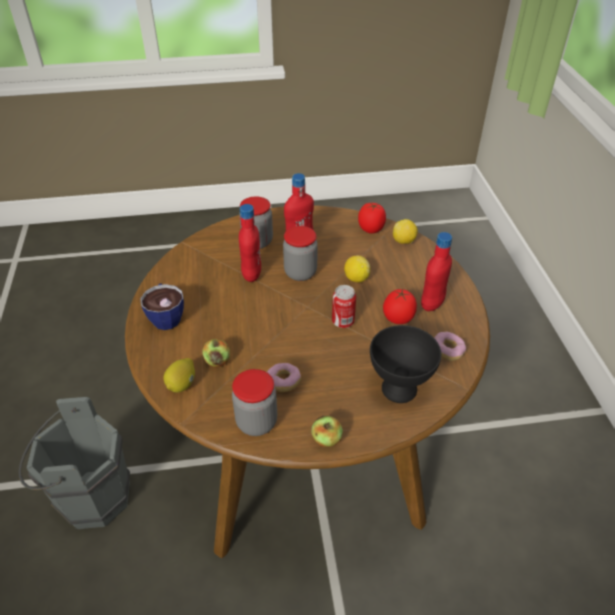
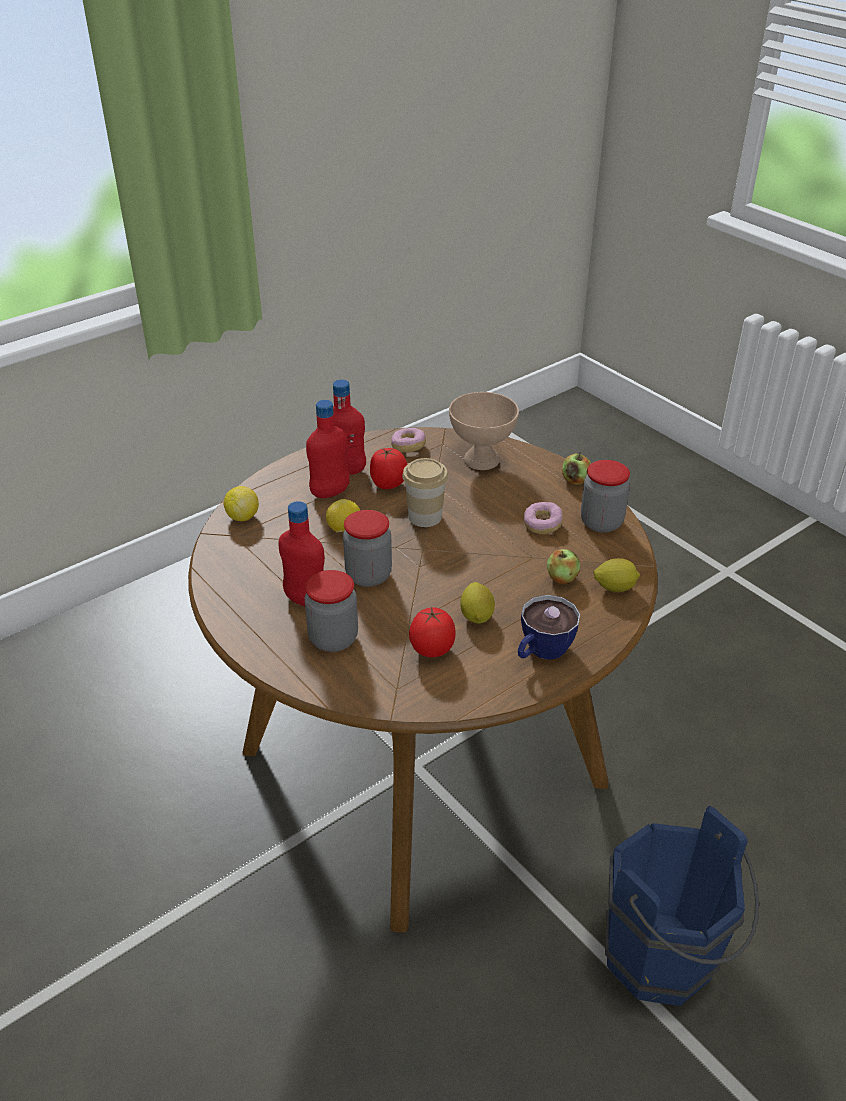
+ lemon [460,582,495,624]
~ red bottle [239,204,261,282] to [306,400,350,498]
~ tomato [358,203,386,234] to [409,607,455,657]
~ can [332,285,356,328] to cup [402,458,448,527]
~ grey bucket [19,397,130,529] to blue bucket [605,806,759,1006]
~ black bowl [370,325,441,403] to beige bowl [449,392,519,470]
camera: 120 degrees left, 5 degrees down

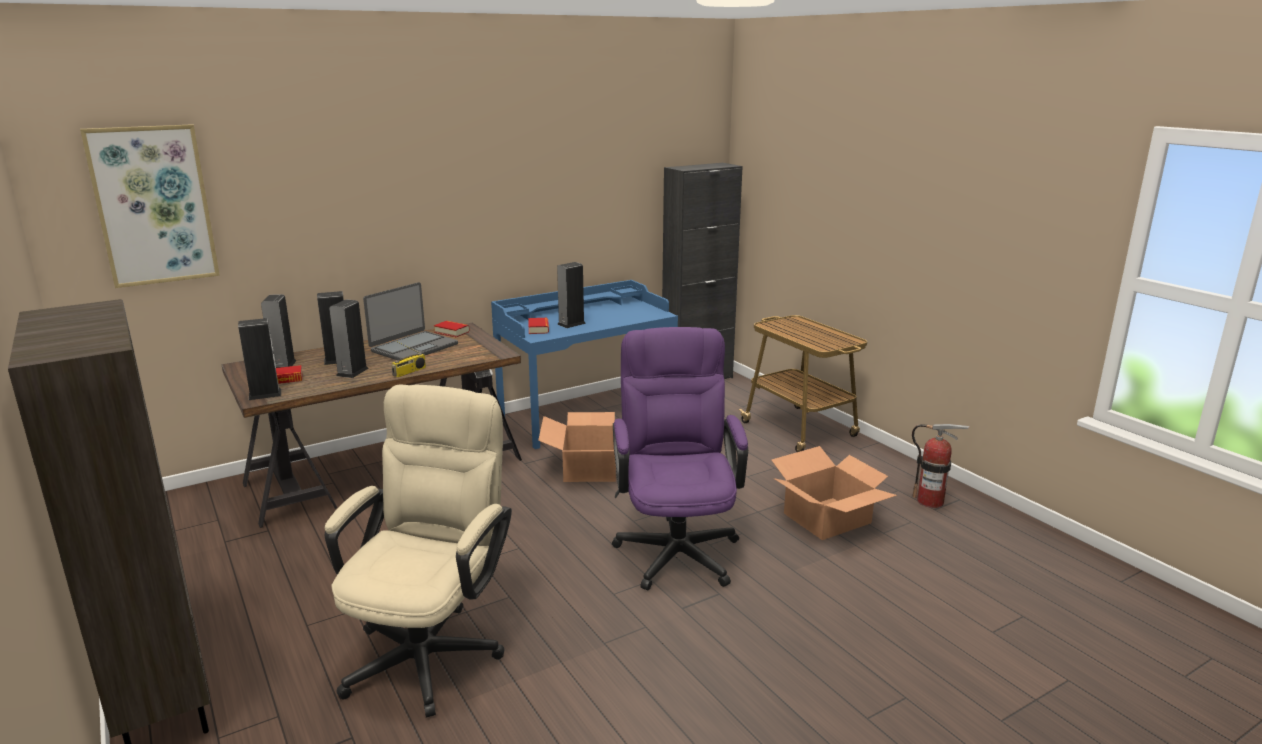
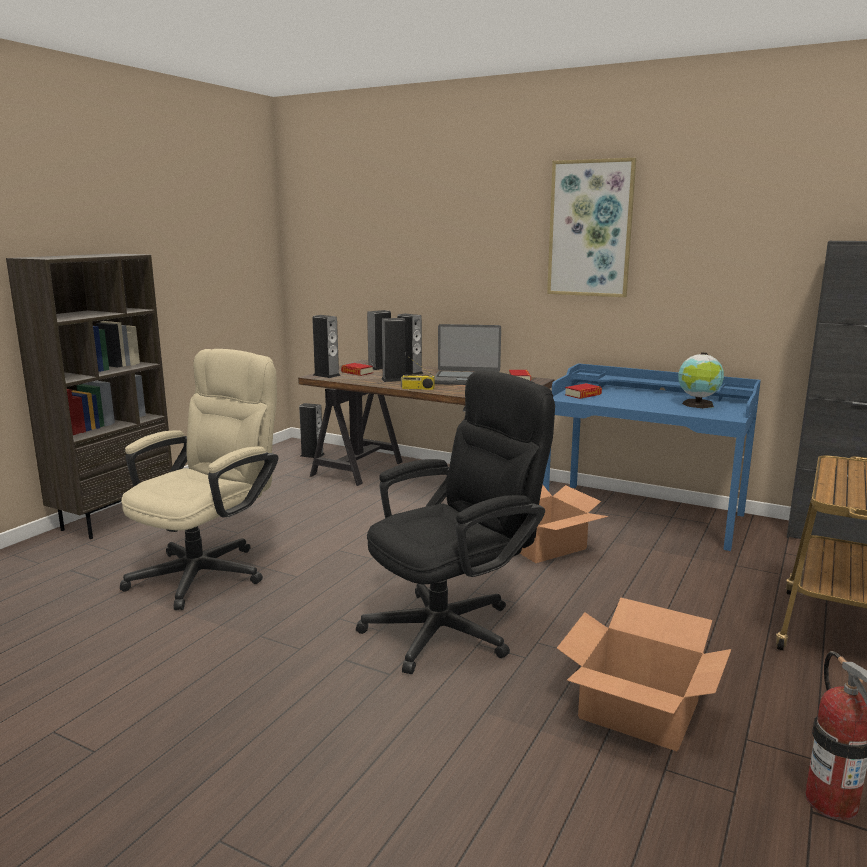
+ globe [678,352,724,408]
~ picture [80,124,220,288] to [547,158,636,297]
~ speaker [557,262,586,328] to [299,403,325,458]
~ purple office chair [612,327,748,590] to black office chair [356,370,555,674]
~ beige office chair [324,385,512,718] = [120,349,278,610] 45 degrees counterclockwise
camera: 60 degrees right, 5 degrees down

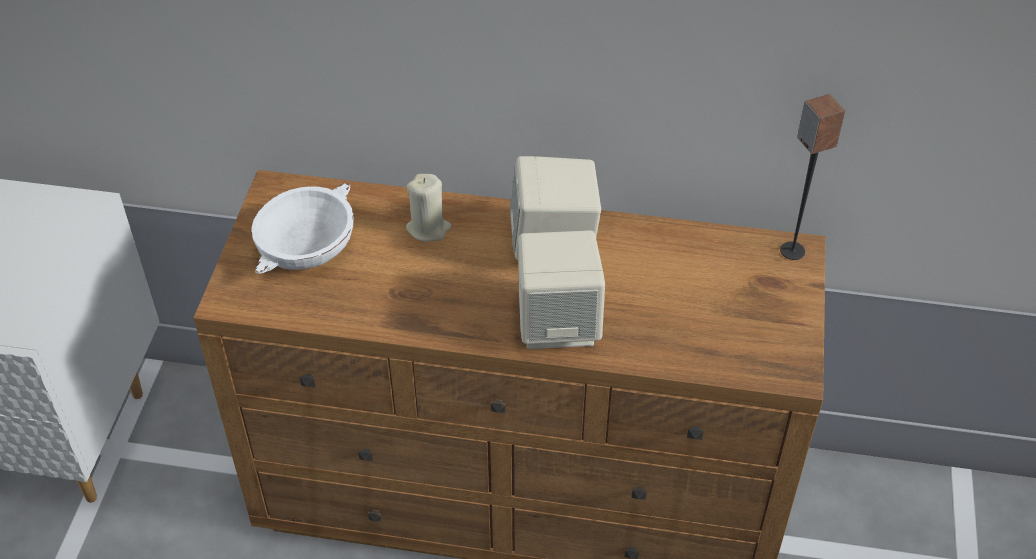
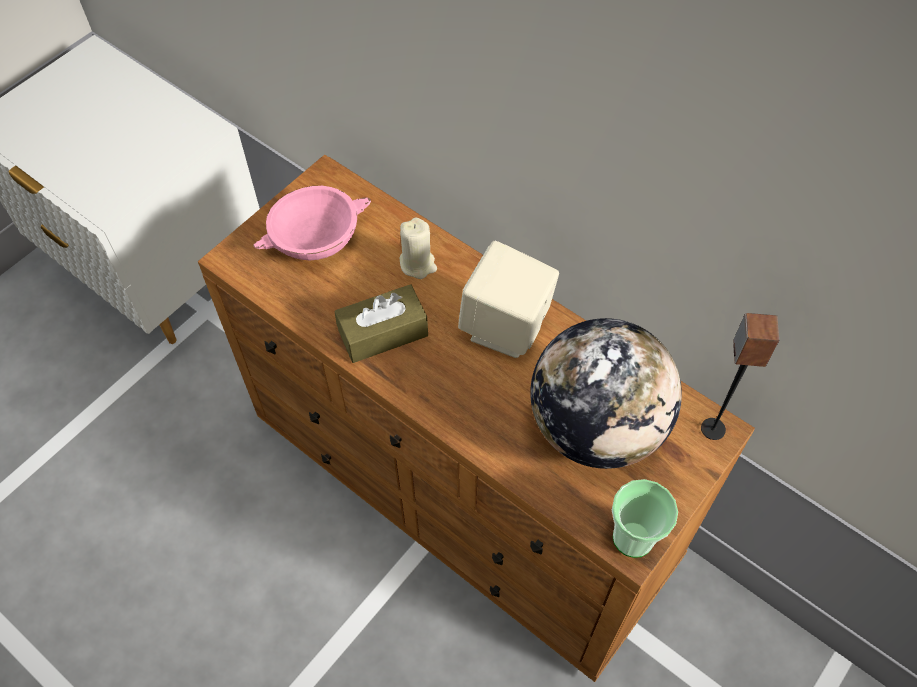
- beige speaker [518,230,605,349]
+ brown tissue box [334,284,428,363]
+ globe [530,318,682,469]
+ cup [612,479,678,558]
~ white bowl [251,183,353,274] to pink bowl [253,186,371,260]
camera: 30 degrees right, 10 degrees up

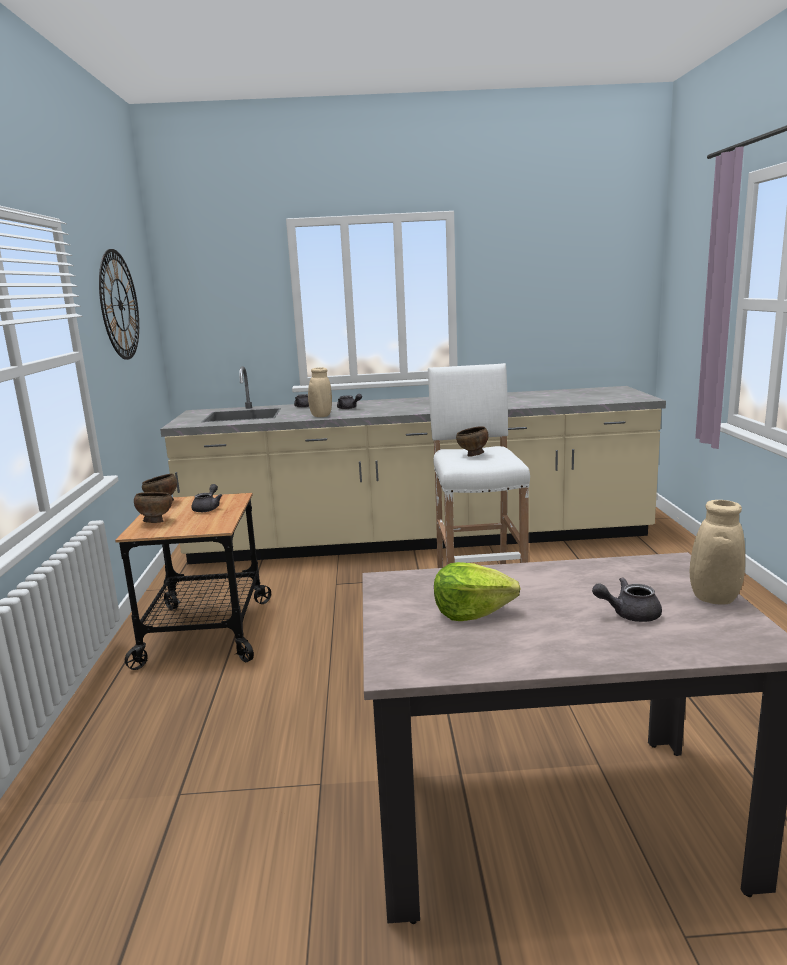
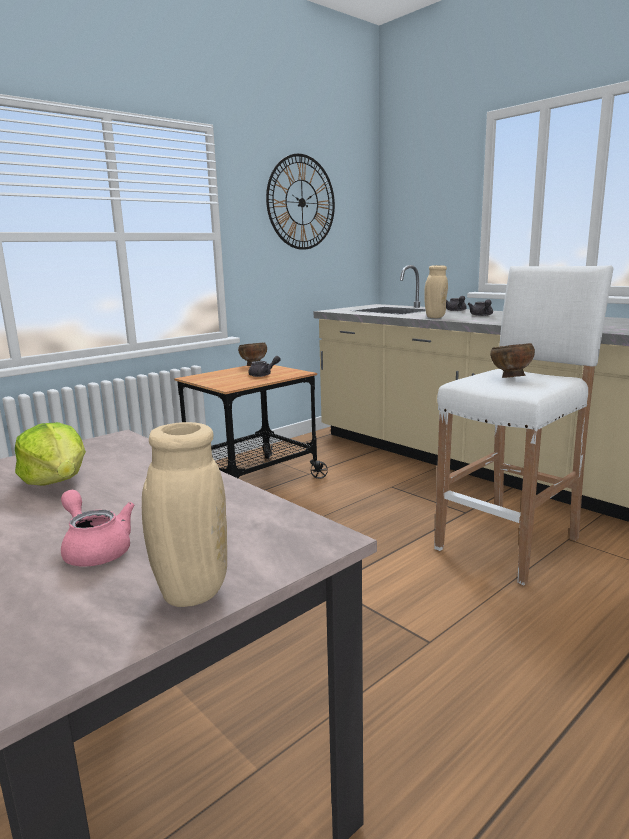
- brown bowl [134,492,172,523]
~ grey teapot [592,577,662,622] to pink teapot [61,490,135,567]
camera: 50 degrees right, 0 degrees up

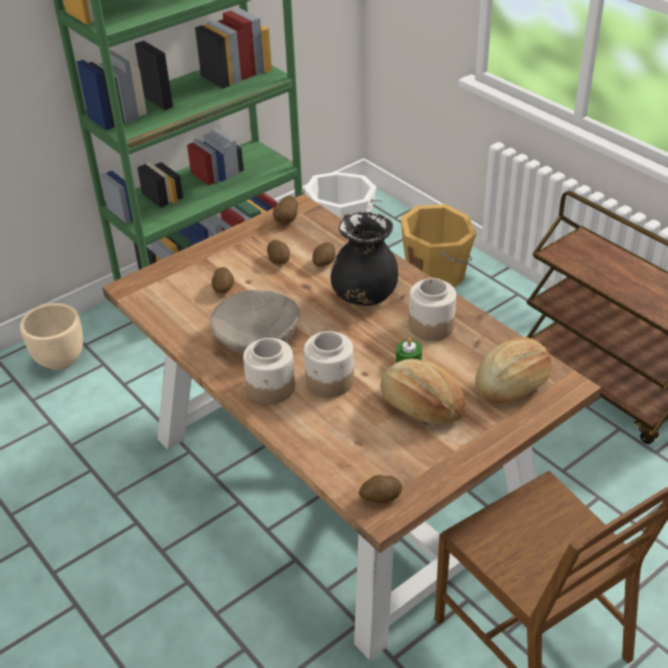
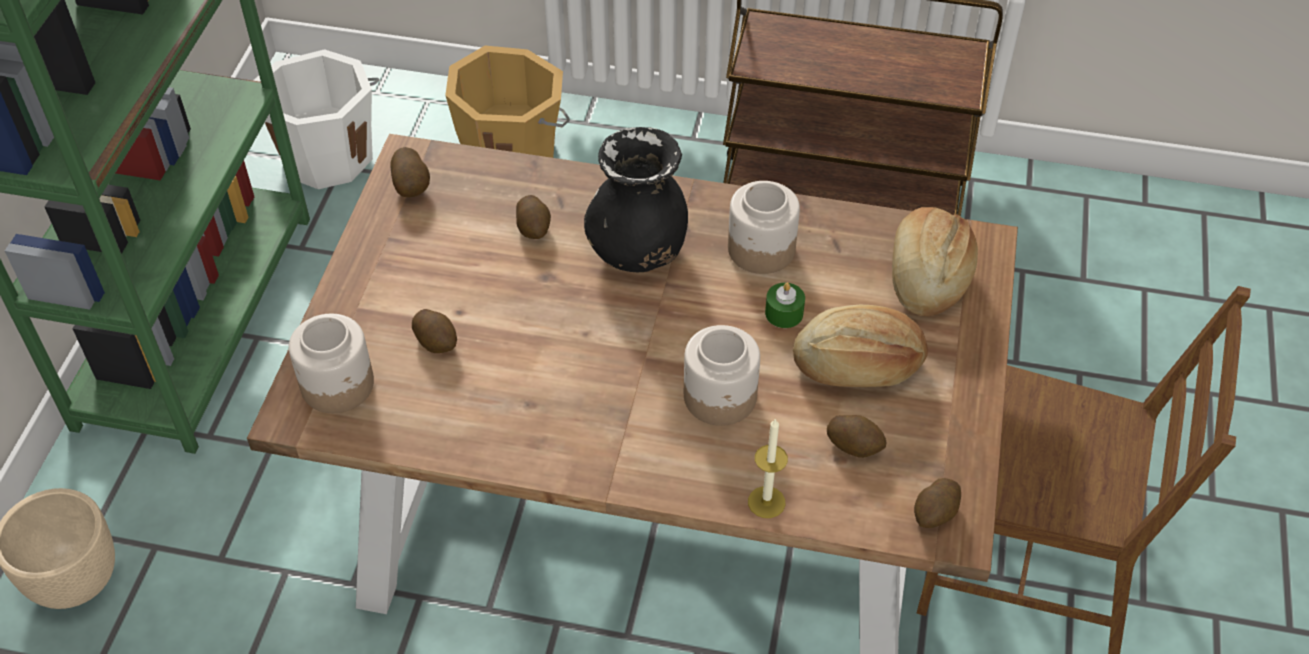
- beige bowl [210,290,300,354]
+ candle [748,418,788,518]
~ jar [243,338,295,404] to [289,314,374,413]
~ potato [267,240,290,265] to [827,415,886,458]
camera: 40 degrees left, 10 degrees up

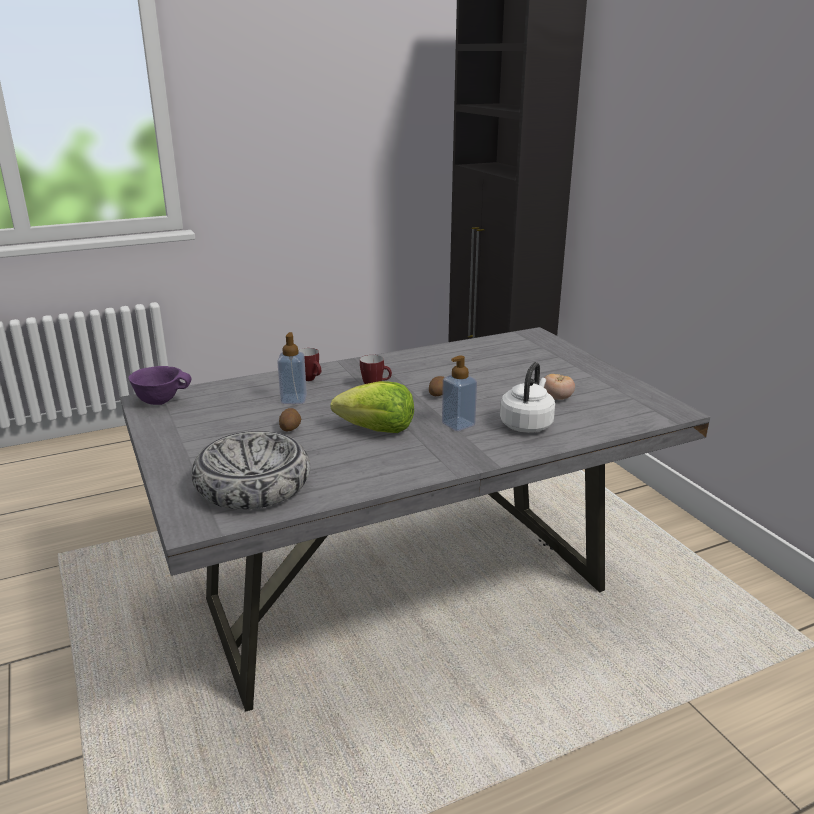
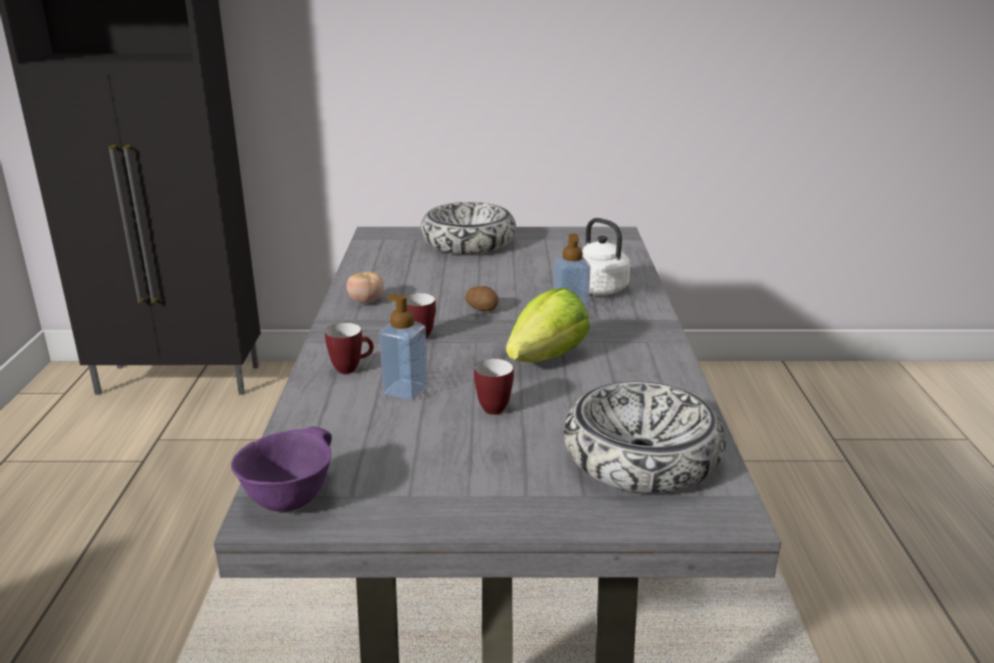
+ bowl [421,202,516,254]
~ tomato [544,374,575,400] to [347,272,384,303]
~ potato [279,408,301,431] to mug [474,359,514,415]
camera: 65 degrees left, 0 degrees up

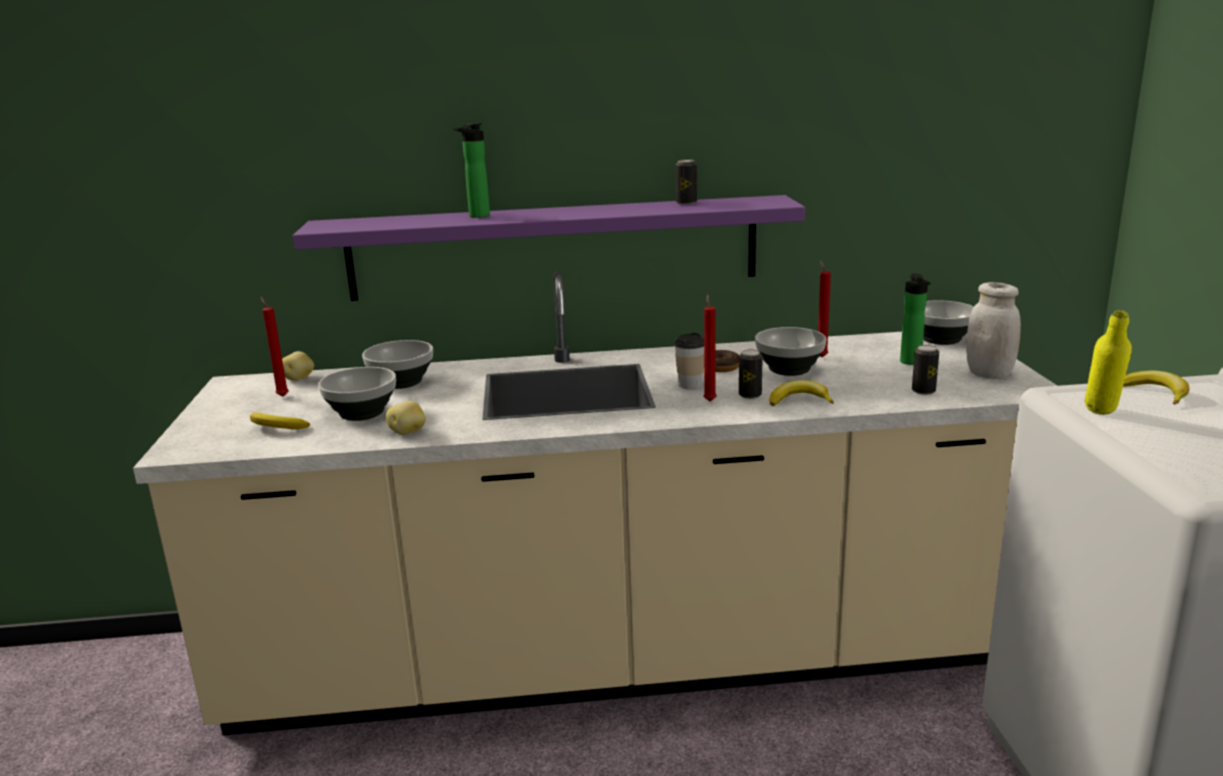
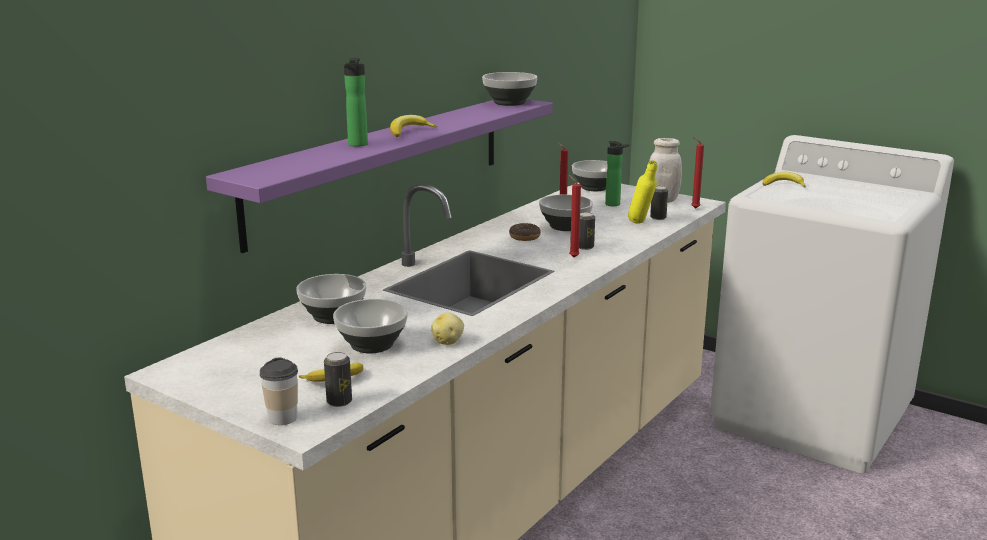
- potato [282,351,314,381]
+ bowl [482,72,537,106]
~ red candle [261,297,289,397] to [691,138,704,209]
~ cup [674,333,704,389] to [260,357,298,425]
~ can [676,159,697,205] to [324,352,352,407]
~ banana [769,380,834,406] to [390,115,437,137]
~ yellow bottle [1085,310,1132,415] to [628,161,658,224]
camera: 50 degrees left, 0 degrees up

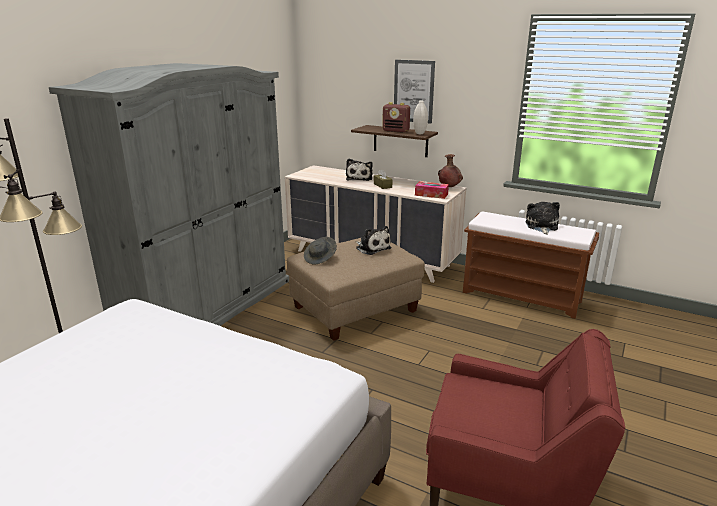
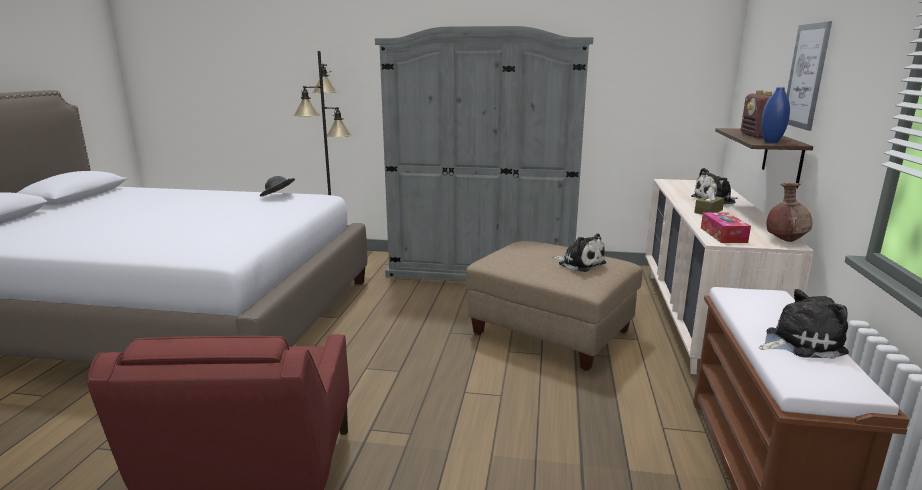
~ grey hat [304,237,337,265] to [260,176,295,197]
~ white vase [413,101,428,134] to blue vase [761,87,790,143]
~ plush toy [356,226,391,255] = [553,233,606,272] 75 degrees counterclockwise
camera: 70 degrees right, 5 degrees down

